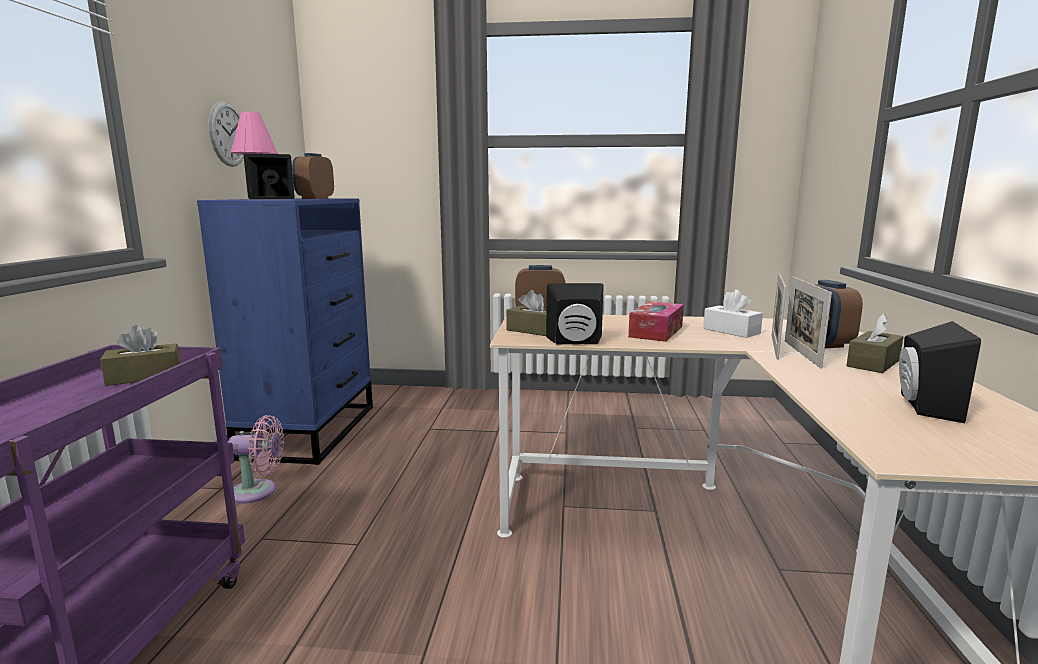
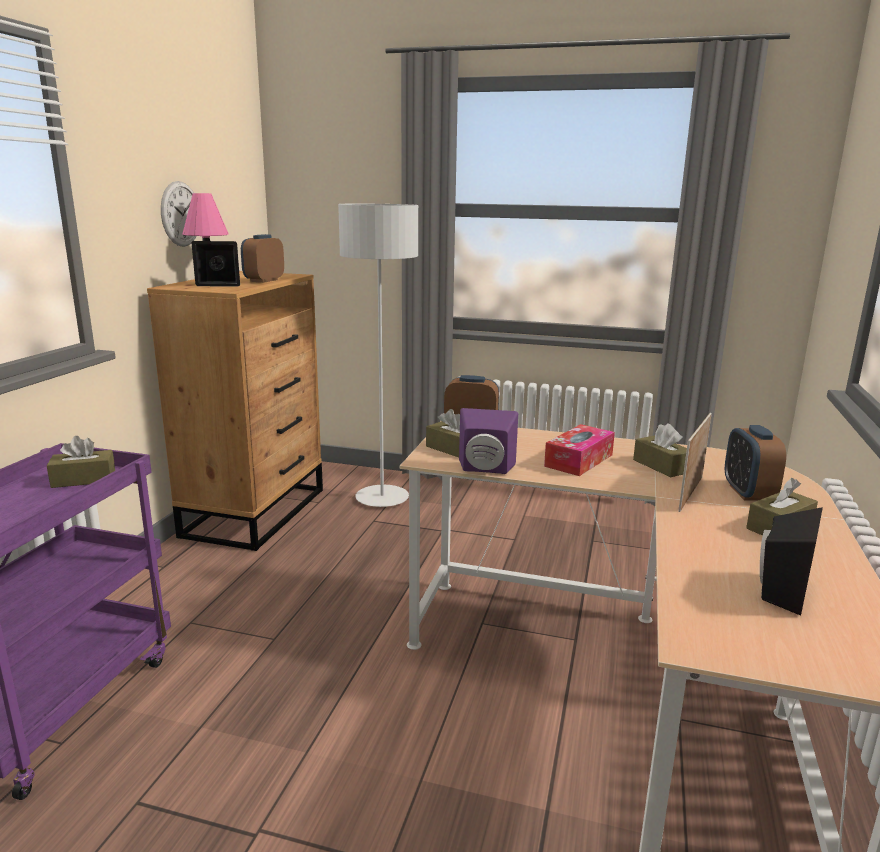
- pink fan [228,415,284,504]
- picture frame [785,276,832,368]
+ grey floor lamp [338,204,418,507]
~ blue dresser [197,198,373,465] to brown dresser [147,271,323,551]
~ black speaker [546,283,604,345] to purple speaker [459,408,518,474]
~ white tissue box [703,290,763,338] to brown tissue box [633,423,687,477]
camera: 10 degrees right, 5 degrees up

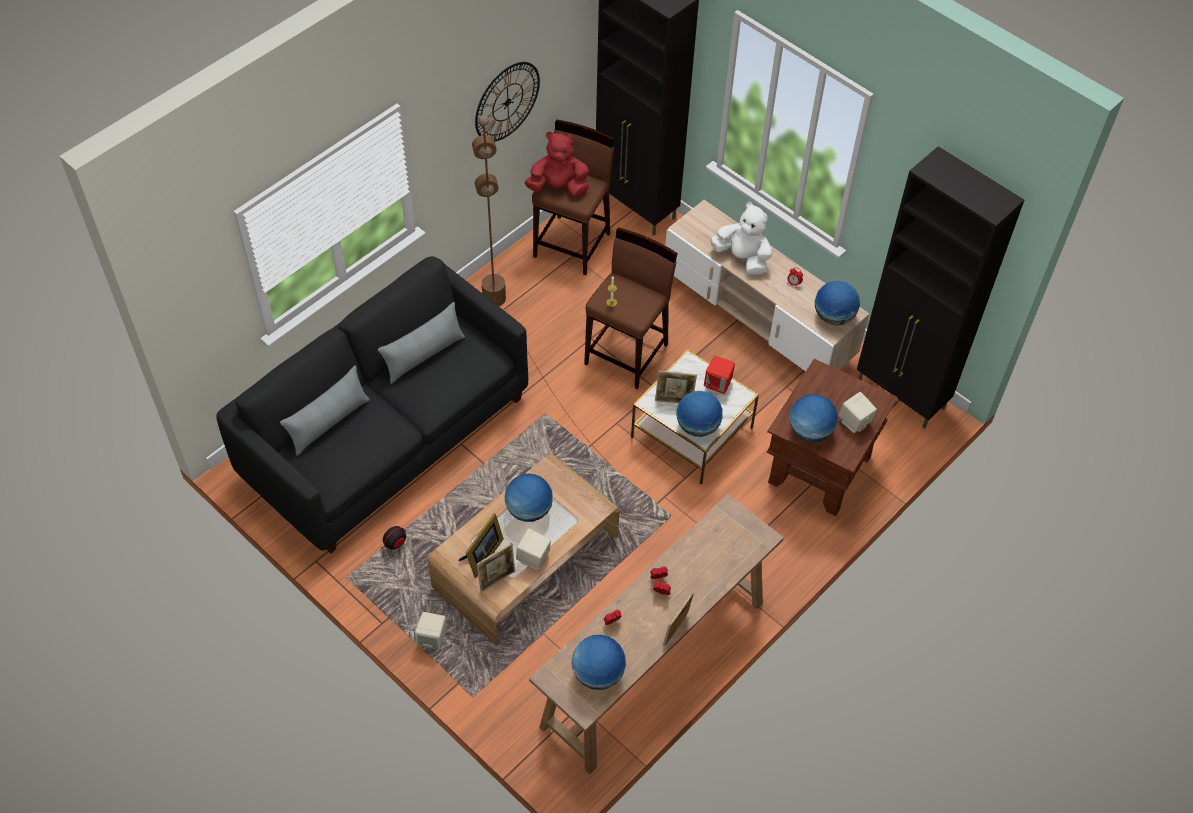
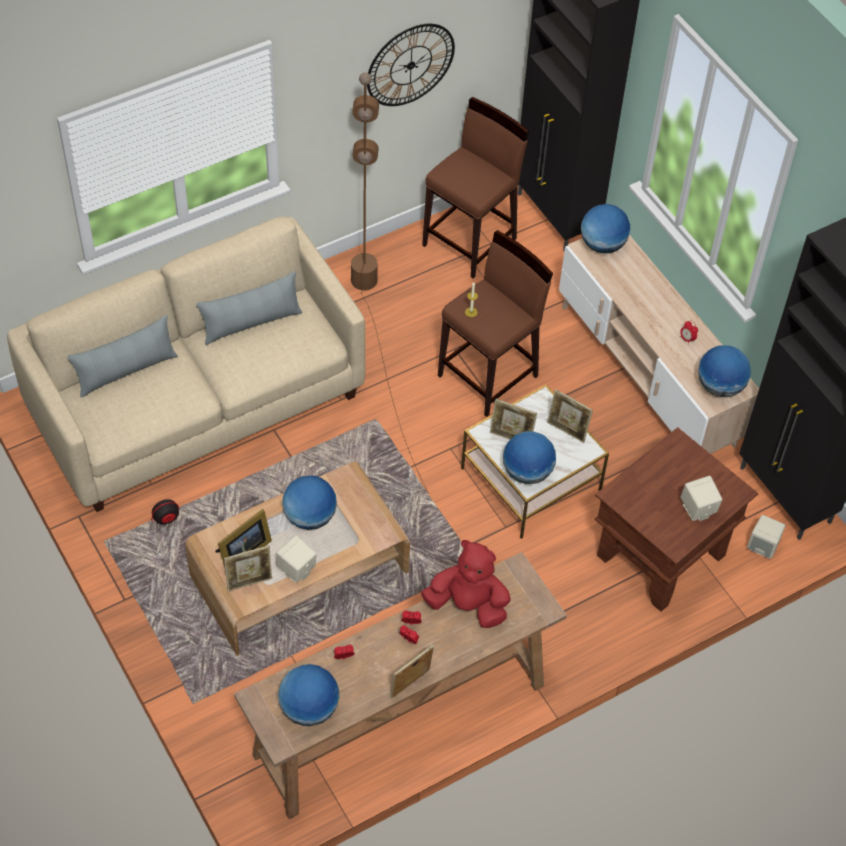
- white plush toy [710,202,772,275]
~ beige speaker [415,612,446,650] to [747,515,786,559]
~ red plush toy [525,132,589,197] to [421,540,511,628]
~ globe [790,394,838,442] to [581,204,630,254]
~ red speaker [704,356,735,394] to picture frame [547,389,593,443]
~ black sofa [216,256,528,553] to beige sofa [7,216,365,512]
camera: 15 degrees right, 0 degrees up

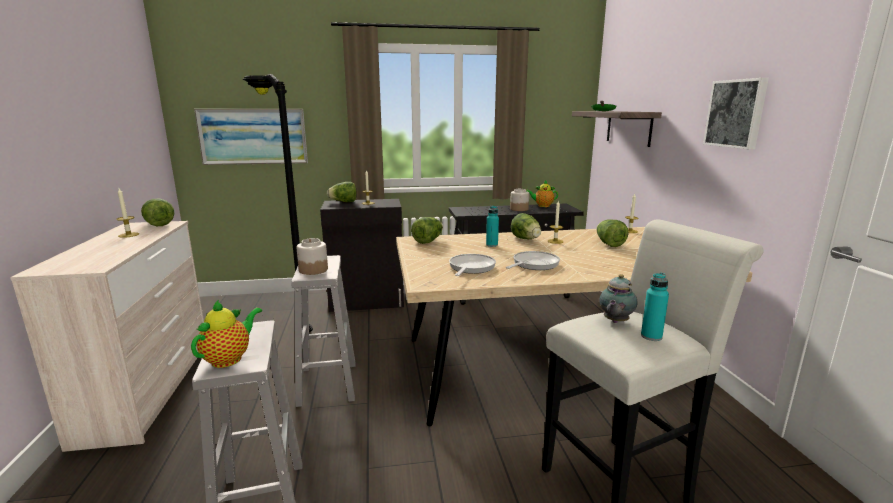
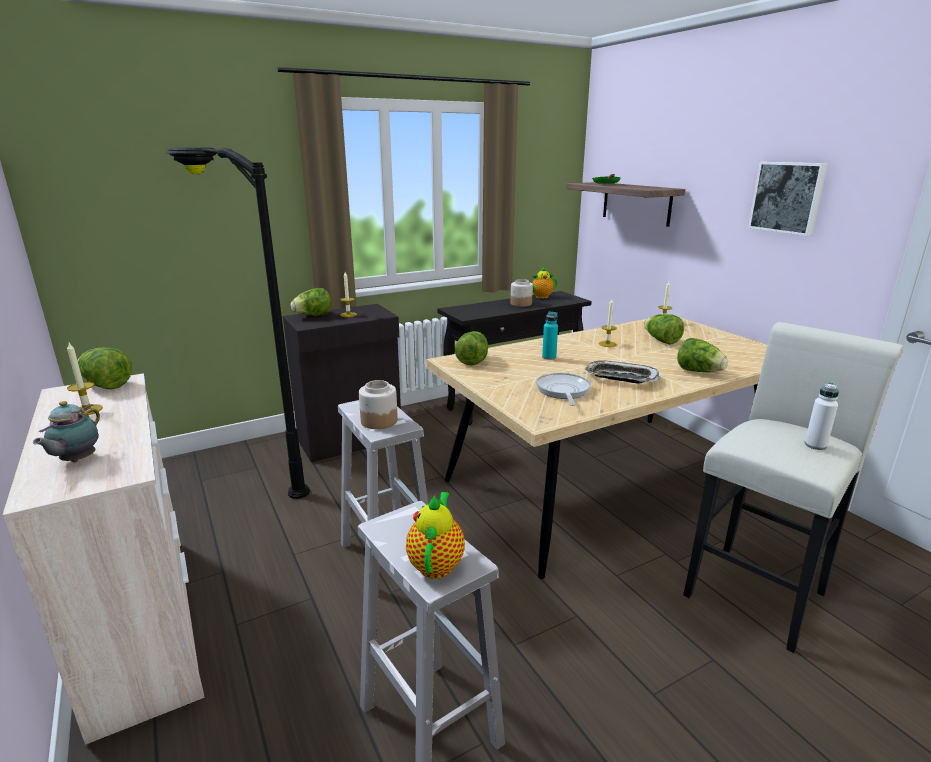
- picture [194,109,308,165]
~ lettuce [511,213,541,239] to [677,338,728,372]
~ teapot [599,274,638,323] to [33,401,100,463]
~ frying pan [506,251,560,270] to tray [585,361,660,384]
~ turquoise bottle [641,273,669,341] to white bottle [804,383,839,450]
camera: 20 degrees left, 5 degrees up

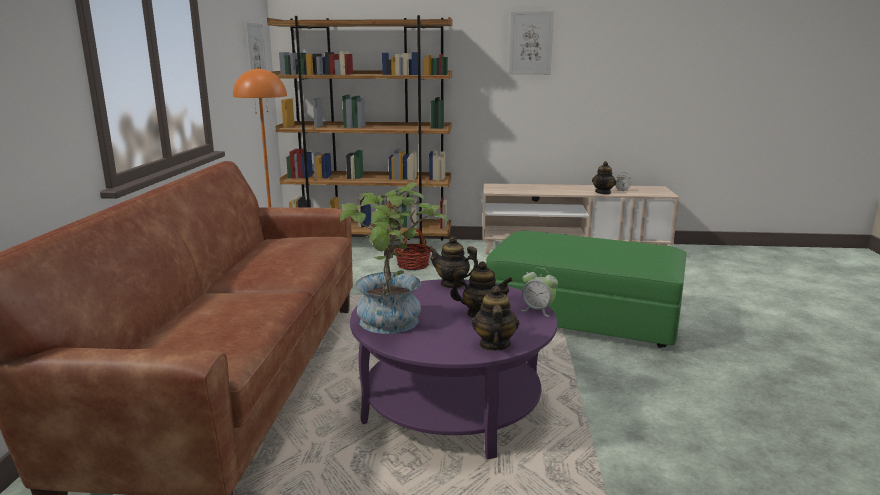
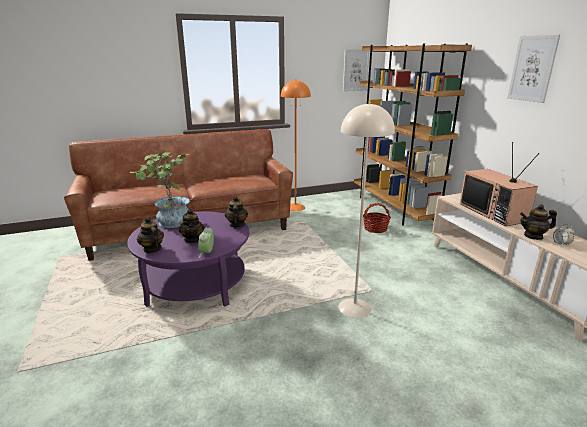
+ television [460,142,539,226]
~ green ottoman [486,231,687,348] to beige floor lamp [338,102,395,318]
~ teapot [472,286,519,351] = [137,217,164,253] 105 degrees counterclockwise
camera: 65 degrees right, 5 degrees up

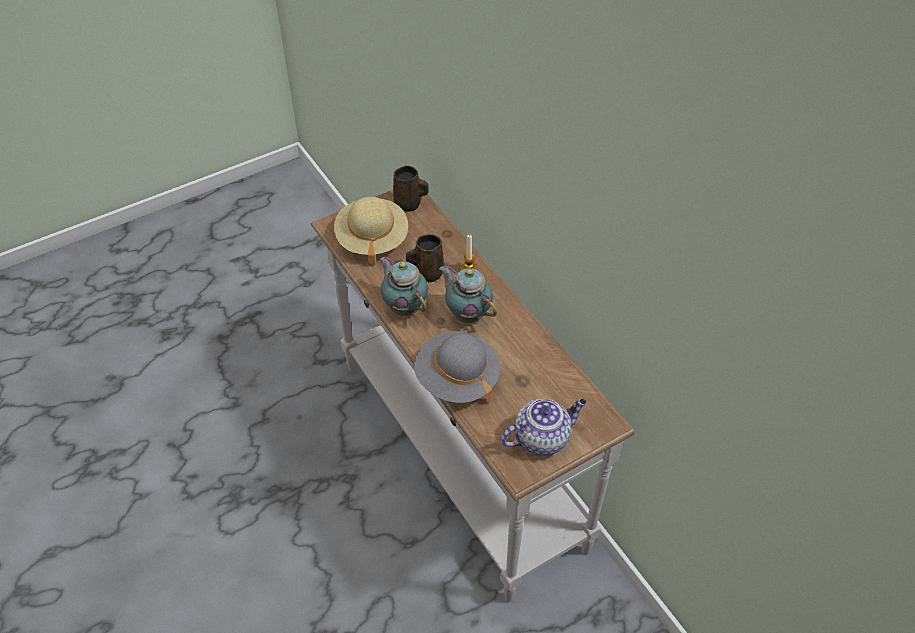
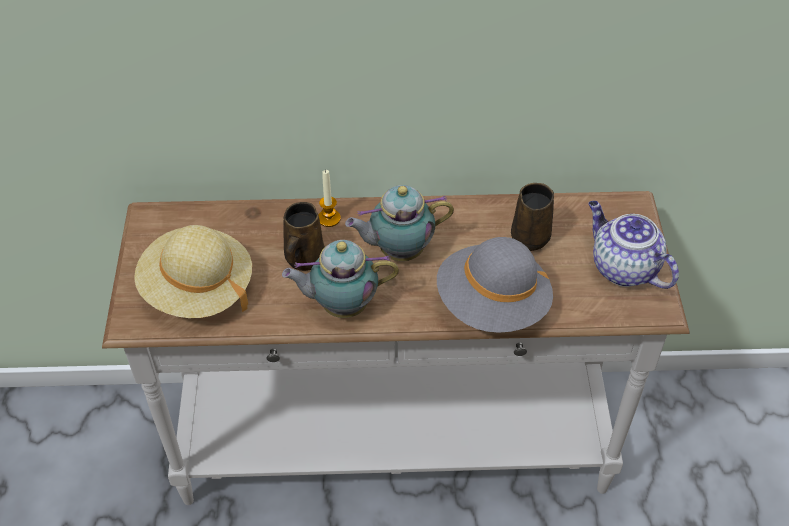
~ brown mug [393,165,429,212] to [511,183,554,251]
~ teapot [501,399,586,456] = [588,201,679,289] 45 degrees counterclockwise
camera: 60 degrees left, 0 degrees up

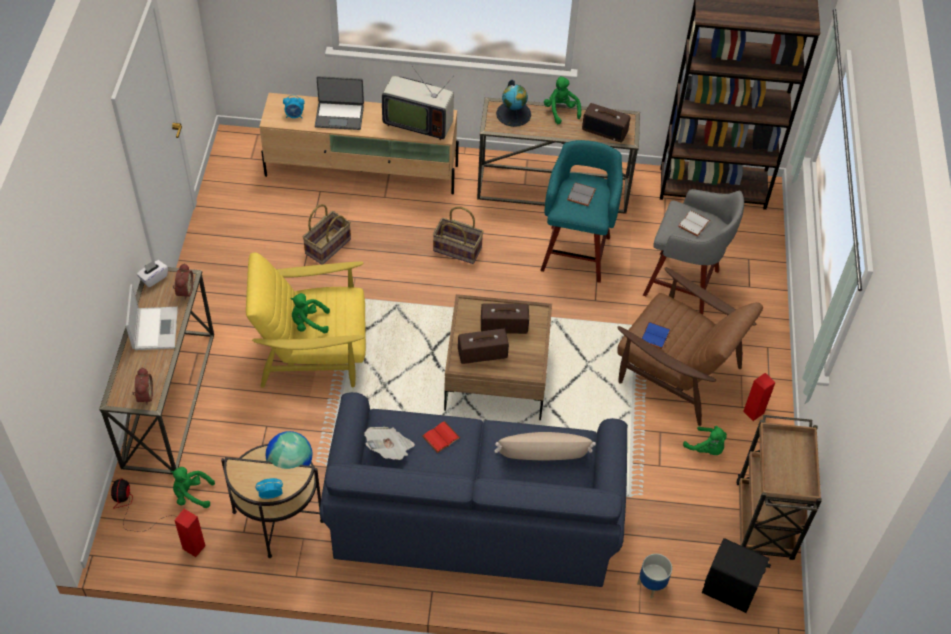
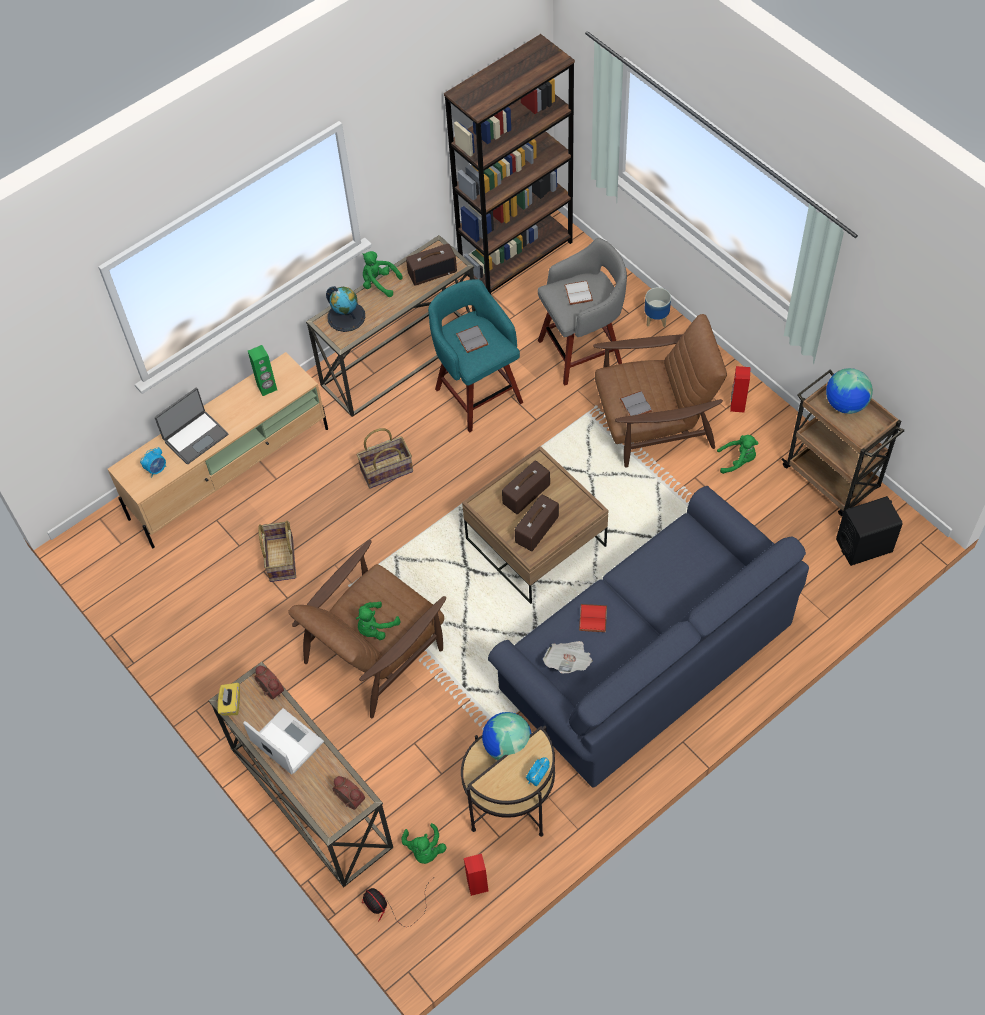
- beige pillow [494,432,596,460]
+ globe [826,368,873,414]
~ planter [637,554,672,599] to [644,287,671,327]
~ television [382,66,454,140] to green speaker [248,345,277,396]
~ white tissue box [137,260,168,287] to yellow tissue box [218,683,240,716]
~ yellow armchair [246,253,366,388] to brown armchair [288,540,446,718]
~ blue book [642,322,671,349] to grey book [620,391,652,416]
~ green plush toy [171,467,215,508] = [402,823,446,864] 60 degrees counterclockwise
camera: 40 degrees left, 5 degrees up

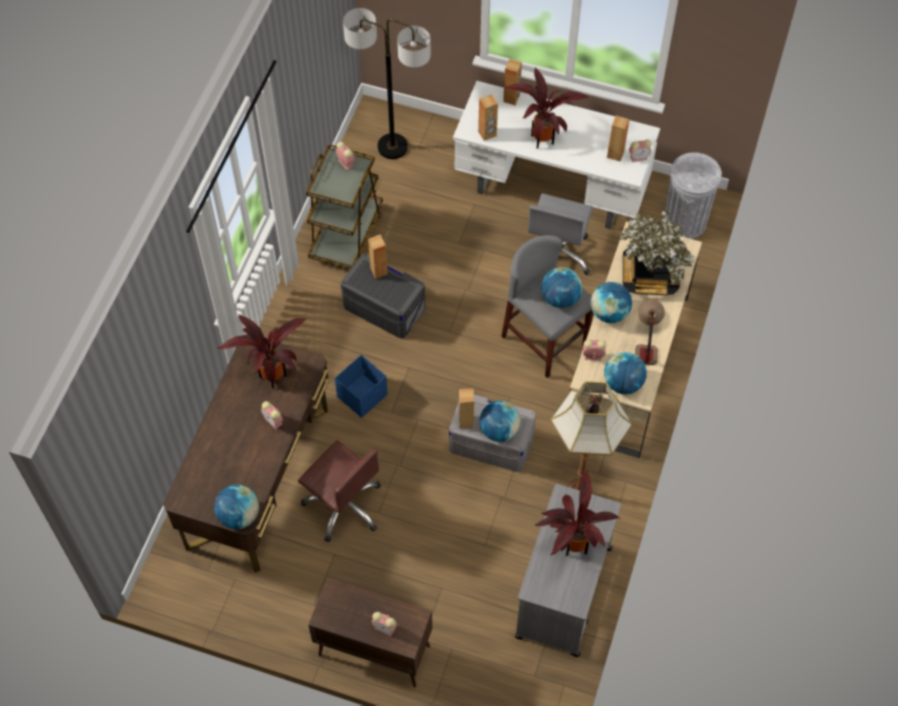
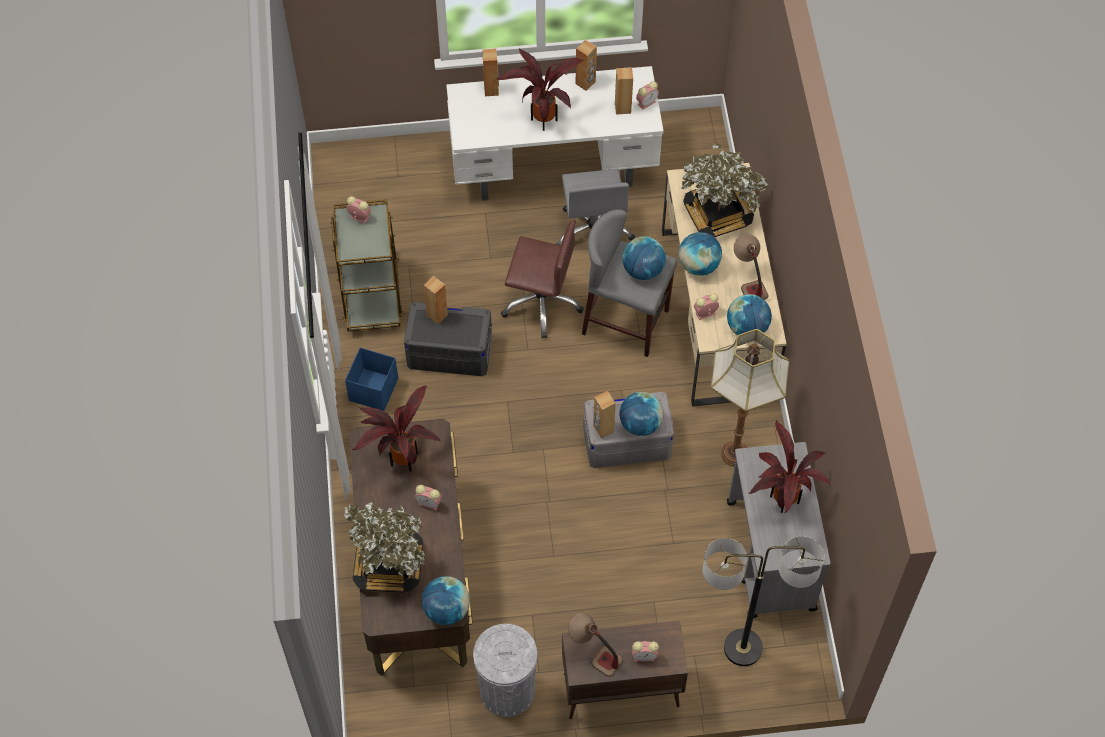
+ potted plant [343,502,426,593]
+ table lamp [568,612,623,677]
~ brown office chair [298,440,381,542] to [501,220,584,338]
~ blue storage box [335,355,388,418] to [345,348,398,411]
~ floor lamp [343,8,431,159] to [703,536,824,666]
~ brown speaker [478,94,498,141] to [576,40,597,91]
~ grey trash can [664,152,722,239] to [473,624,537,717]
camera: 25 degrees left, 0 degrees up

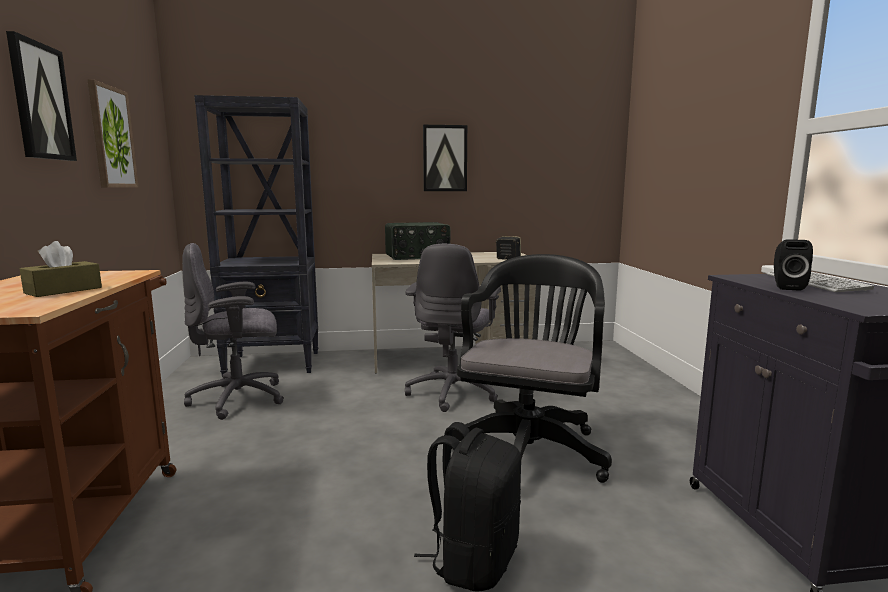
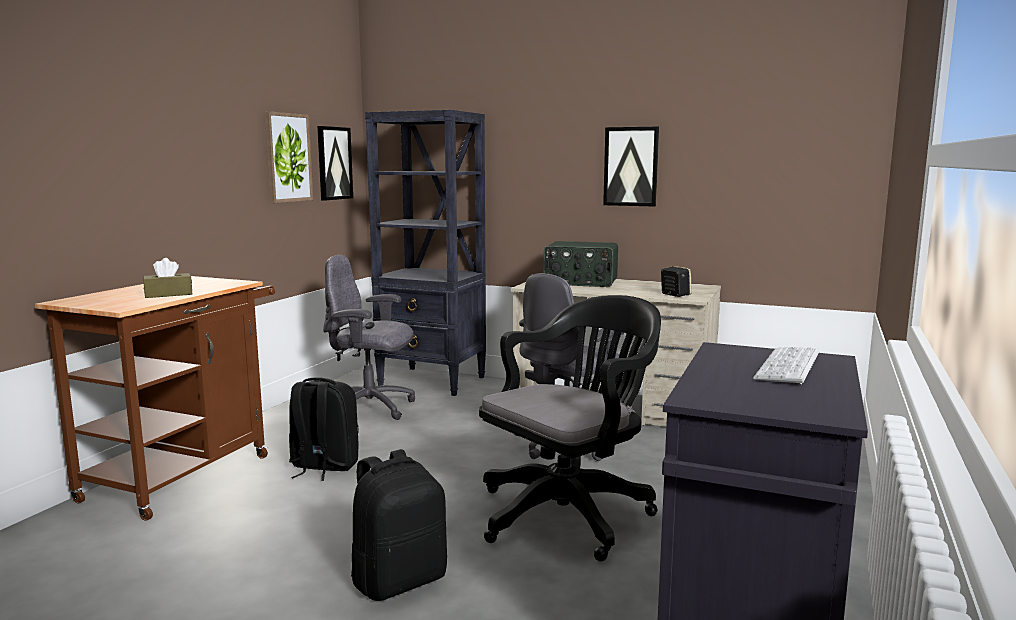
- black speaker [774,239,813,291]
+ black backpack [289,377,359,481]
~ picture [6,31,77,161] to [317,126,353,201]
camera: 30 degrees right, 0 degrees up

